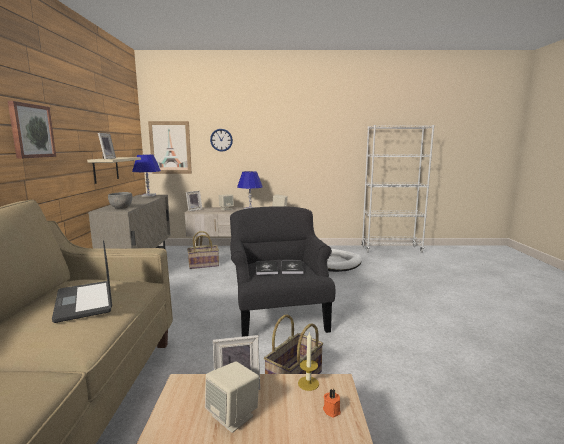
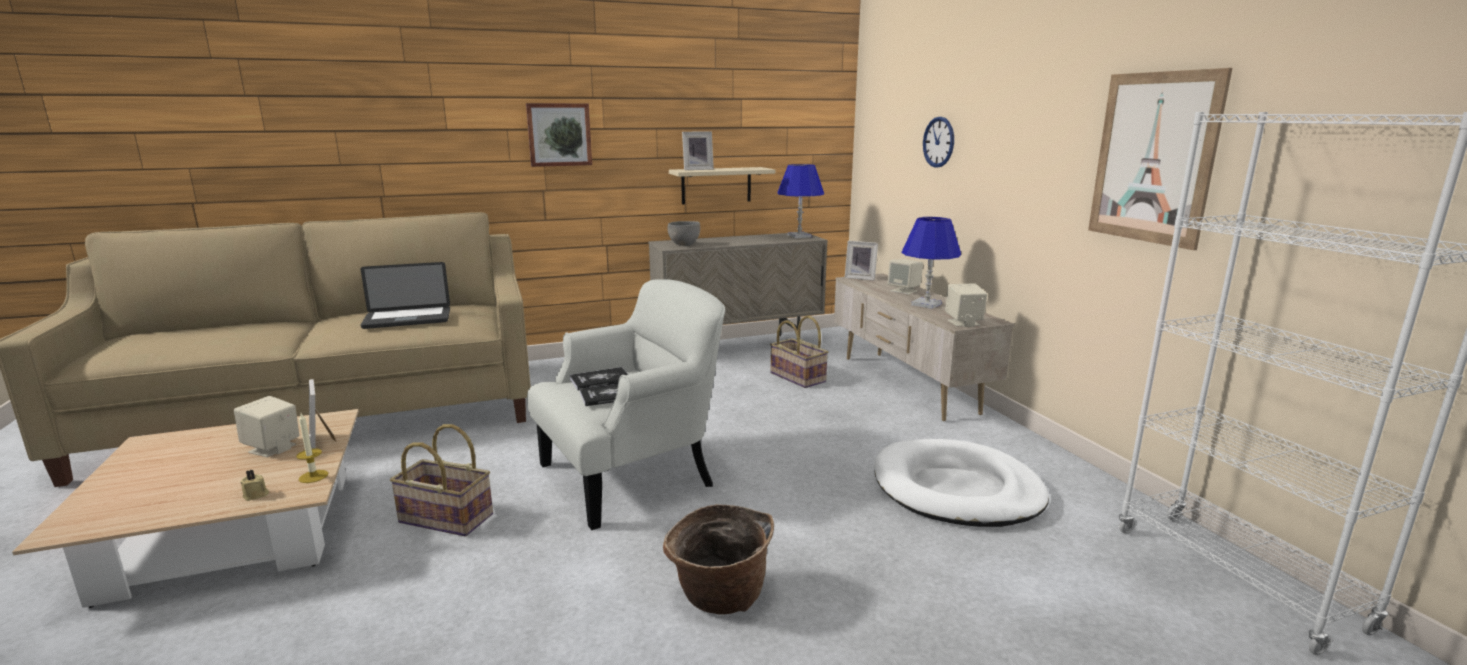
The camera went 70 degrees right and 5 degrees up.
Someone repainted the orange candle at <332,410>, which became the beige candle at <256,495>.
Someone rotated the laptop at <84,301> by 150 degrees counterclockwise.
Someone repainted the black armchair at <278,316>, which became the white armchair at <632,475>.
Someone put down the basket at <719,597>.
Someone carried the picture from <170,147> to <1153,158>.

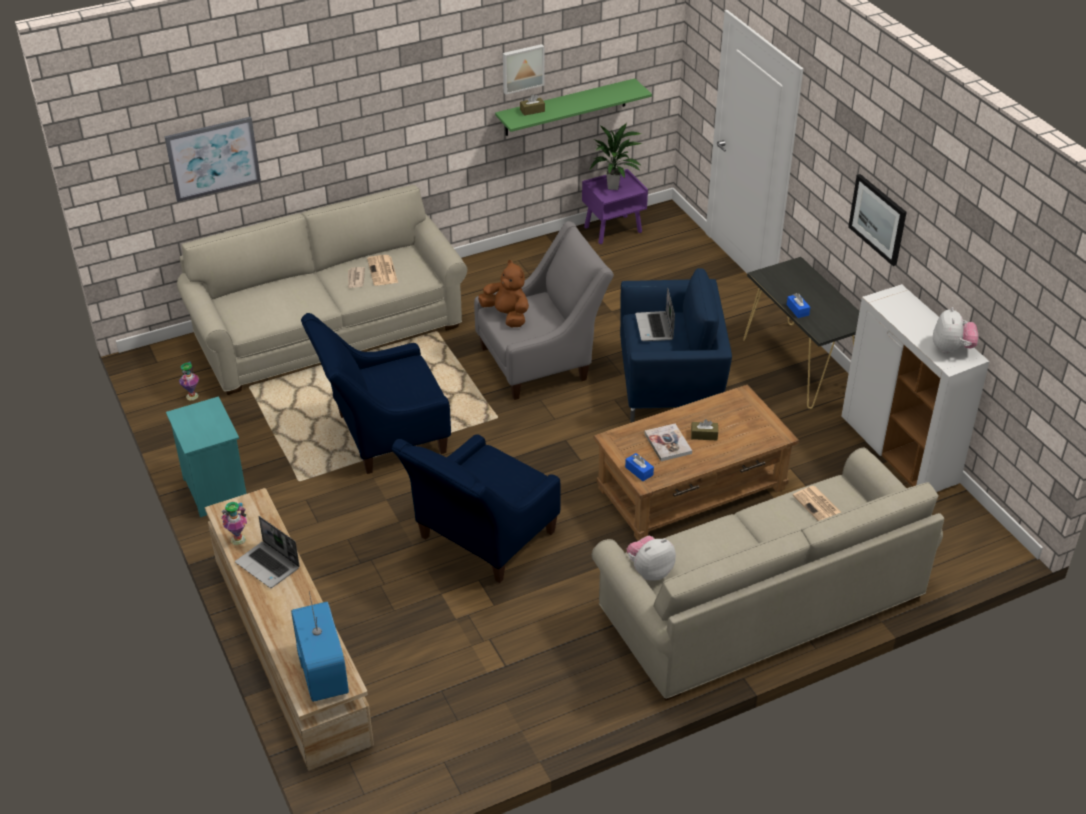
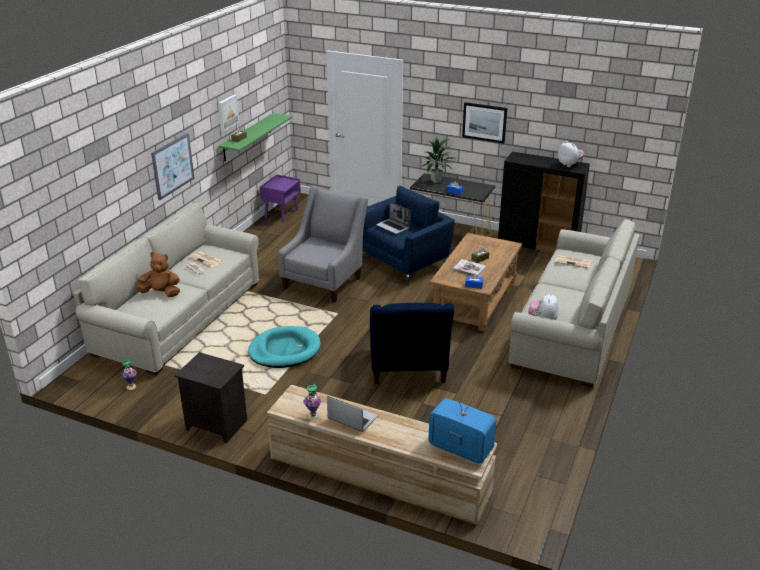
The camera went 40 degrees left and 10 degrees down.
Someone carried the brown plush toy from <507,315> to <161,293>.
Someone carried the picture from <213,158> to <172,166>.
Someone repainted the turquoise nightstand at <213,490>, which became the black nightstand at <215,425>.
Someone swapped the blue armchair at <382,436> for the turquoise dog bed at <284,350>.
Someone rotated the laptop at <268,565> by 150 degrees counterclockwise.
Someone carried the potted plant from <614,187> to <436,181>.
Someone repainted the white cabinet at <899,451>, which became the black cabinet at <538,245>.

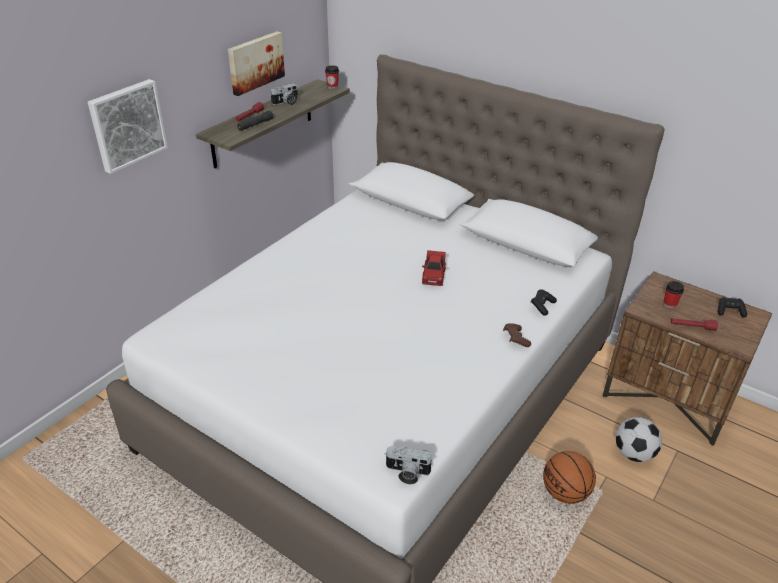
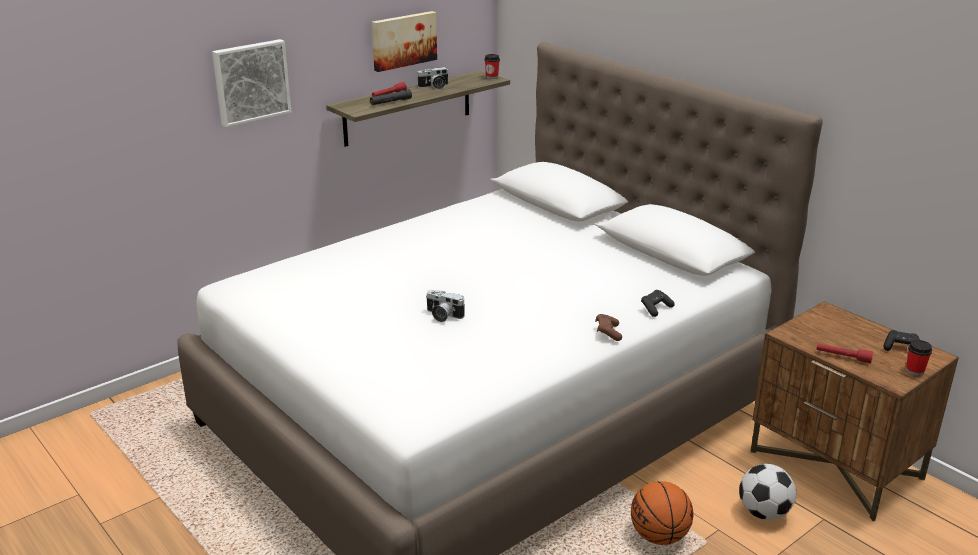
The camera went 15 degrees right and 10 degrees down.
Someone carried the photo camera from <407,473> to <442,316>.
Someone carried the cup from <669,304> to <914,371>.
Someone took away the red toy car at <433,275>.

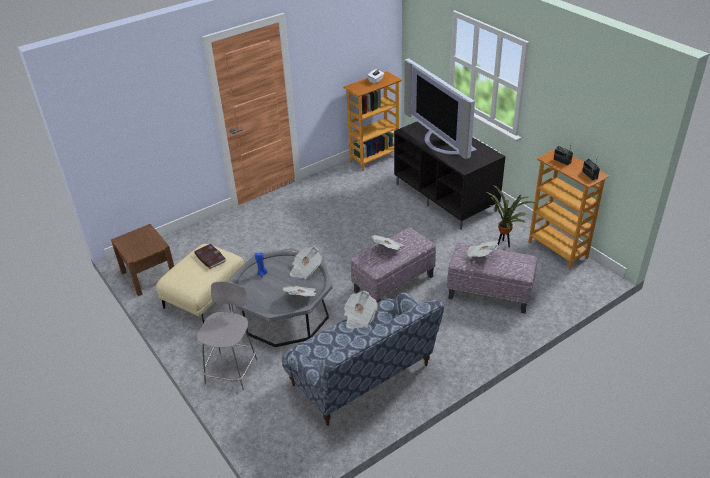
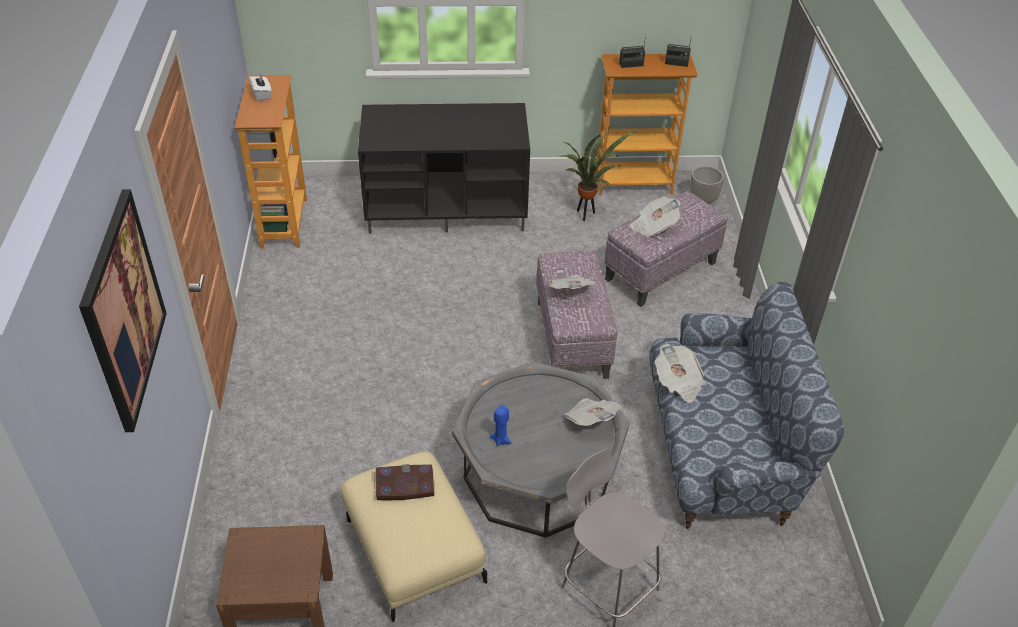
The camera went 60 degrees left and 5 degrees up.
Someone put up the picture at <123,310>.
Someone put down the planter at <703,200>.
Someone took away the newspaper at <305,270>.
Someone took away the television at <444,142>.

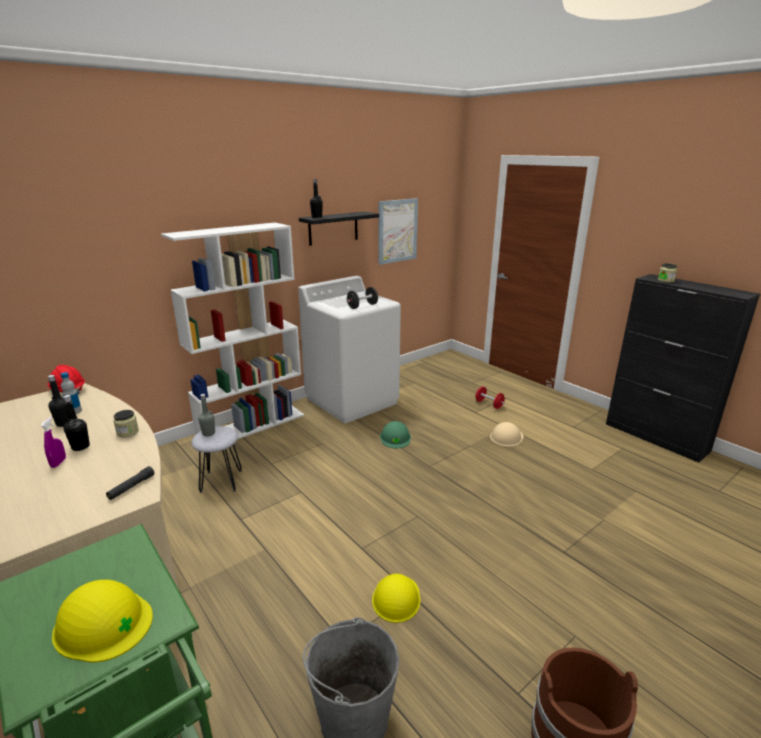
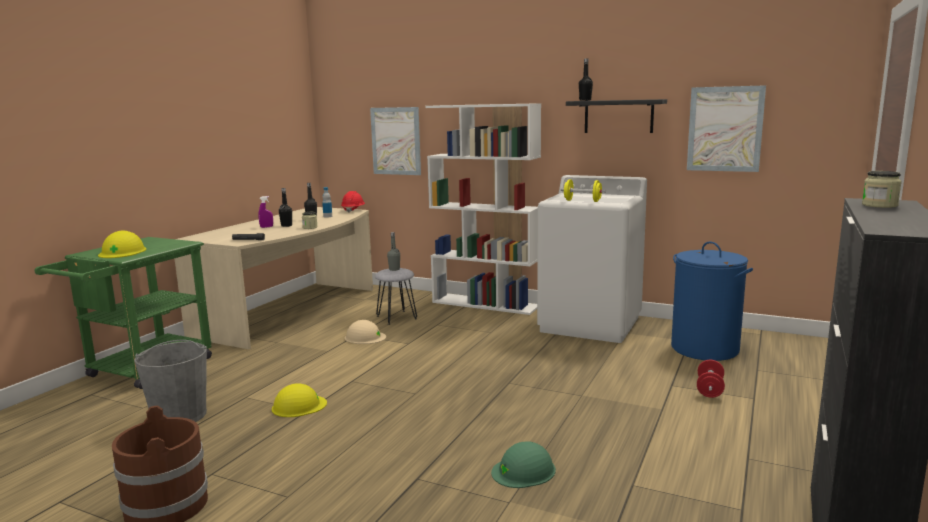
The camera went 65 degrees right and 10 degrees down.
Someone carried the beige hard hat from <506,437> to <365,337>.
Someone put up the picture at <396,141>.
Someone carried the green hard hat from <395,437> to <524,471>.
Someone repainted the black dumbbell at <362,306>, which became the yellow dumbbell at <582,201>.
Someone put down the blue laundry basket at <705,348>.

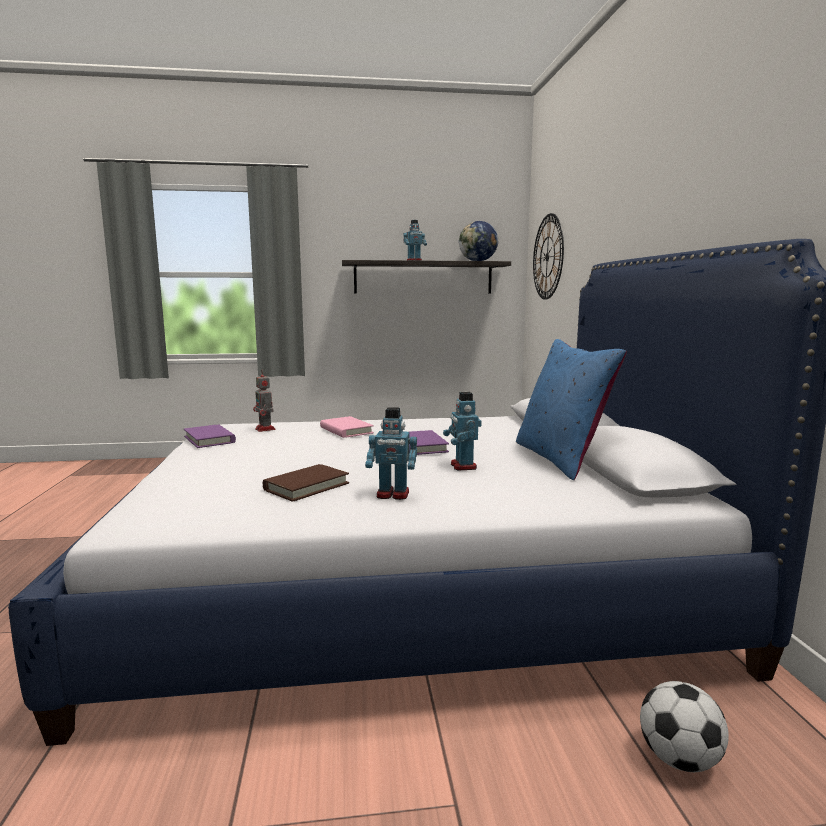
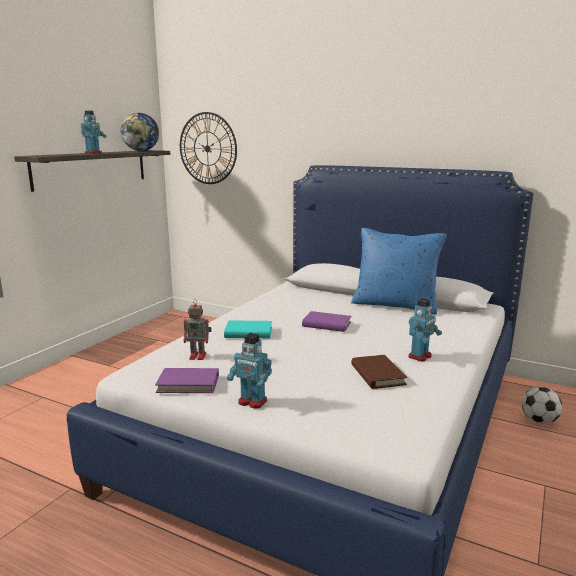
The camera went 55 degrees left and 5 degrees up.
Someone repainted the pink book at <346,430>, which became the turquoise book at <248,333>.
Someone carried the toy robot from <462,466> to <252,402>.

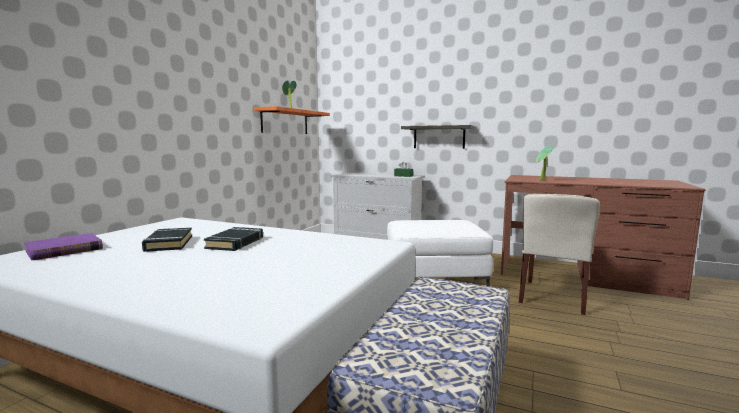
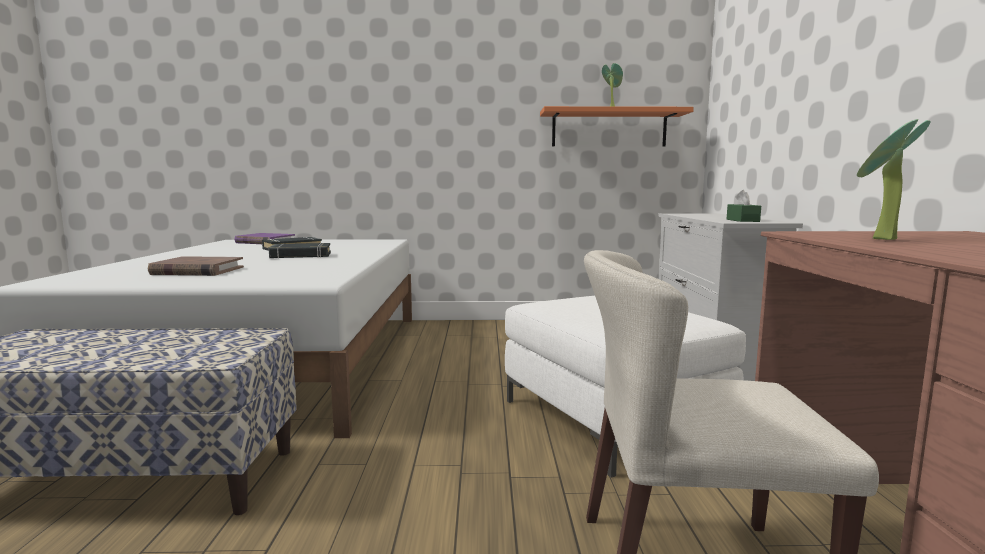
The camera went 65 degrees right and 0 degrees up.
Someone put down the brown book at <197,271>.
Someone took away the shelf at <439,137>.

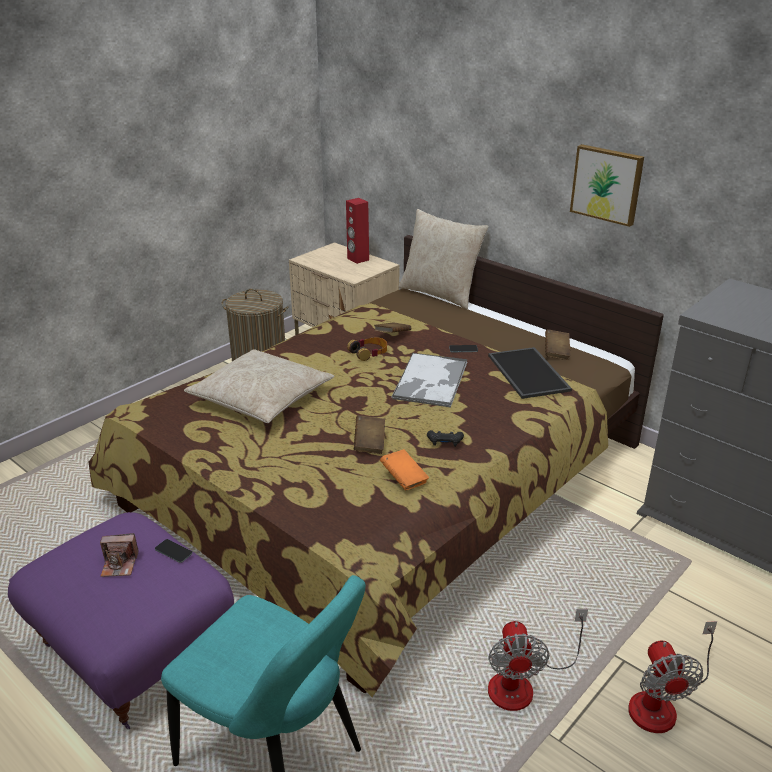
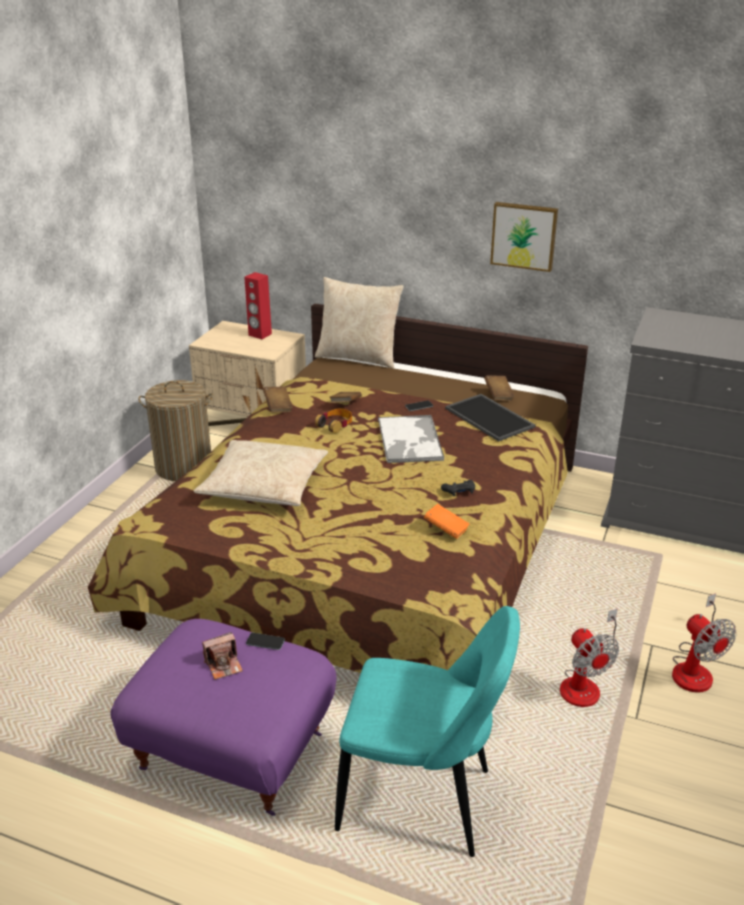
The camera went 20 degrees left and 0 degrees up.
Someone carried the brown book from <369,443> to <278,407>.

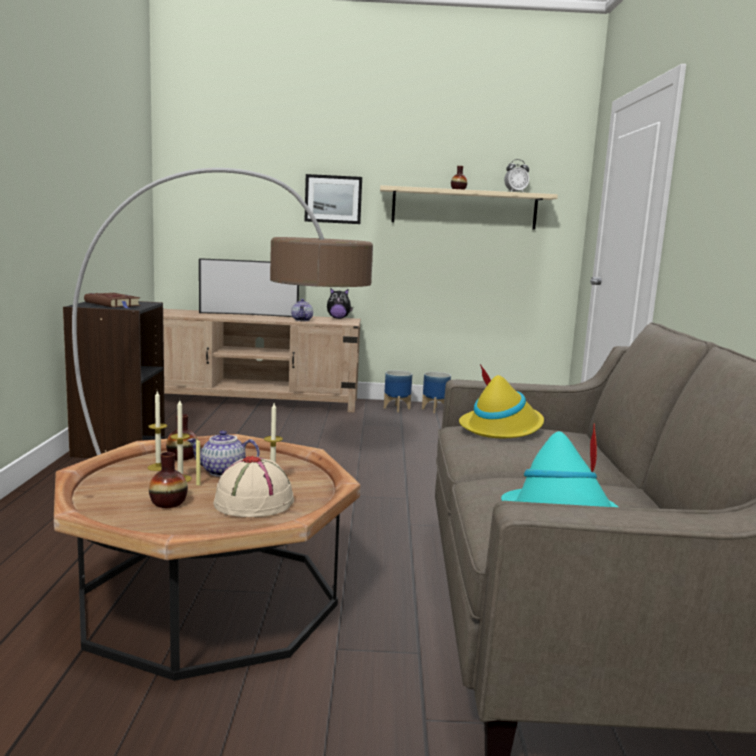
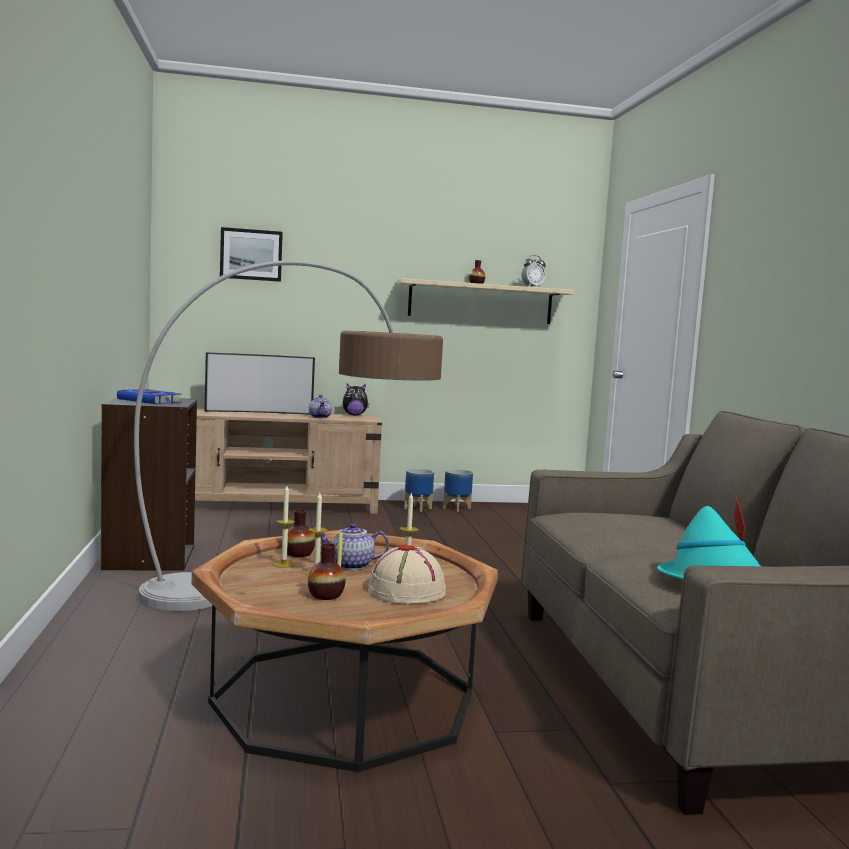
The camera went 10 degrees left and 5 degrees down.
Someone repainted the brown book at <113,304>, which became the blue book at <151,401>.
Someone carried the picture from <333,199> to <251,254>.
Someone took away the yellow hat at <501,428>.

